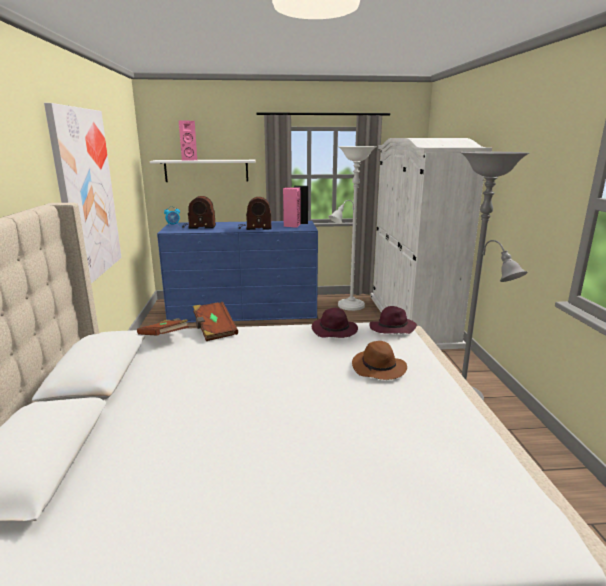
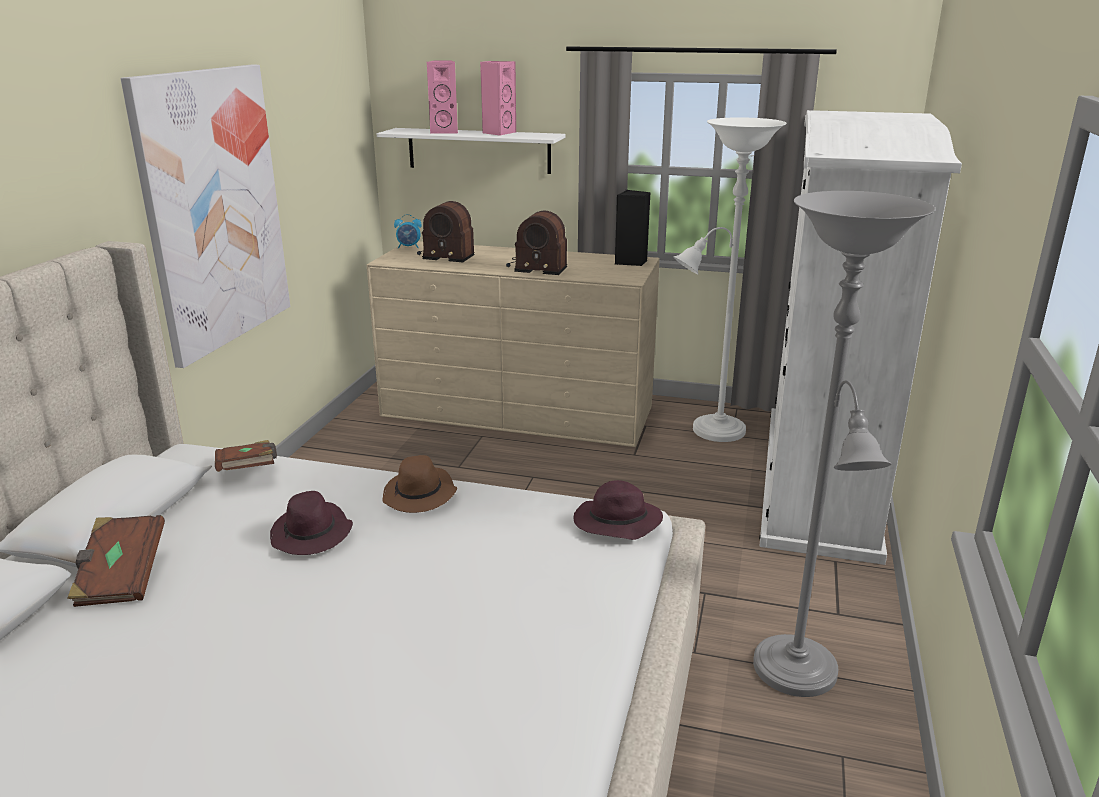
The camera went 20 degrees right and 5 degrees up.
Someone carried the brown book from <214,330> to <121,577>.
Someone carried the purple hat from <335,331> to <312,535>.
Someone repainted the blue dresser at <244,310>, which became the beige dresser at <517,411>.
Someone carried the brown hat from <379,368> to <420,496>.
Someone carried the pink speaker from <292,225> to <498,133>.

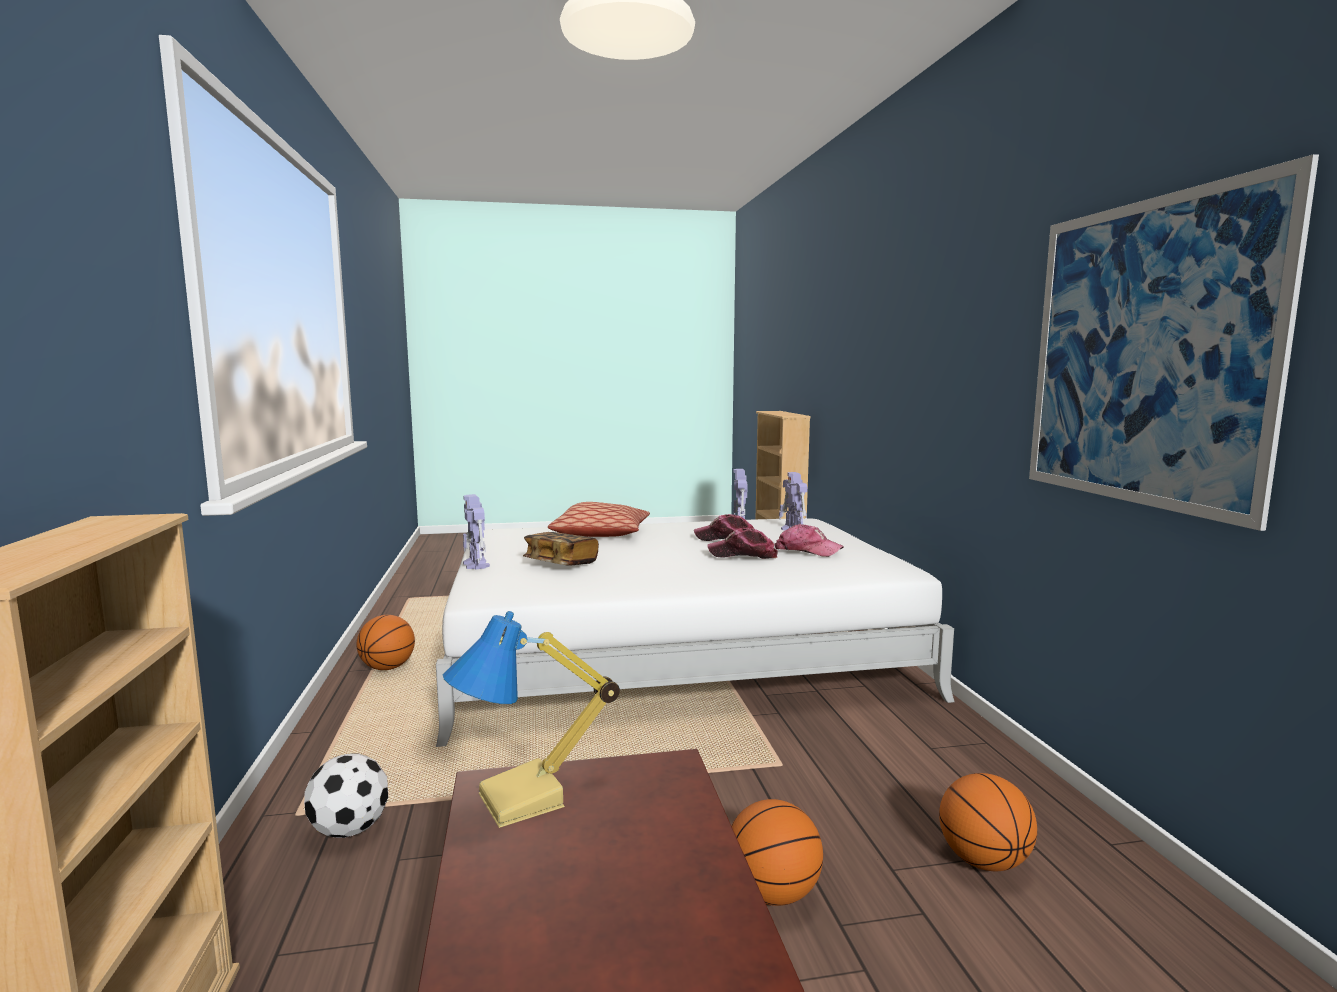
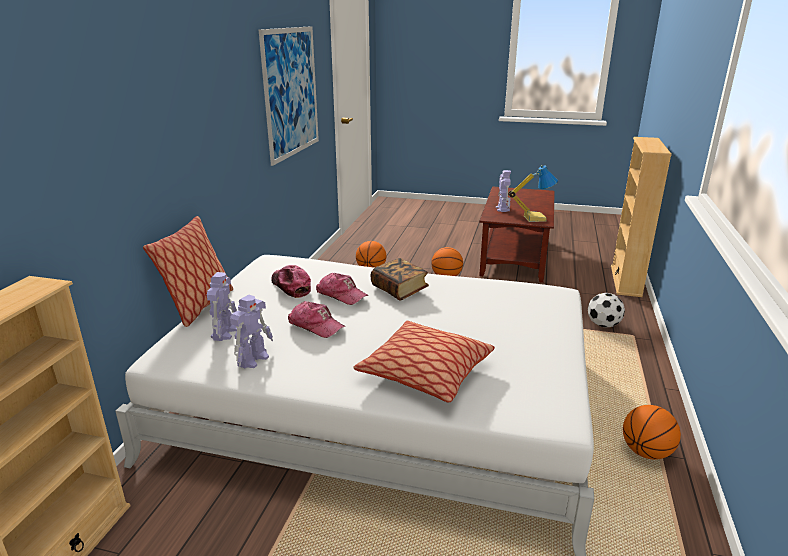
The camera went 155 degrees left and 15 degrees up.
Someone put down the pillow at <199,306>.
Someone carried the book from <561,563> to <399,289>.
Someone carried the toy robot from <476,565> to <502,209>.

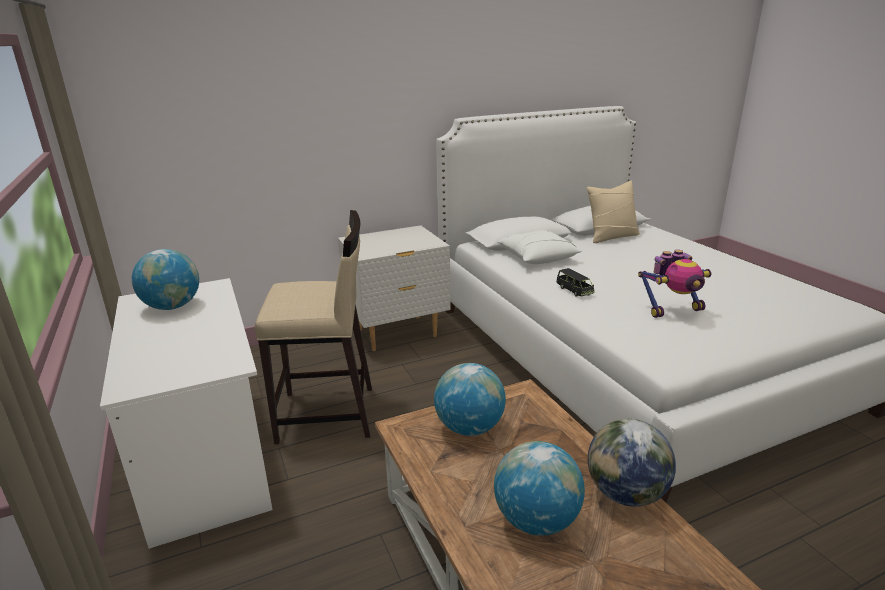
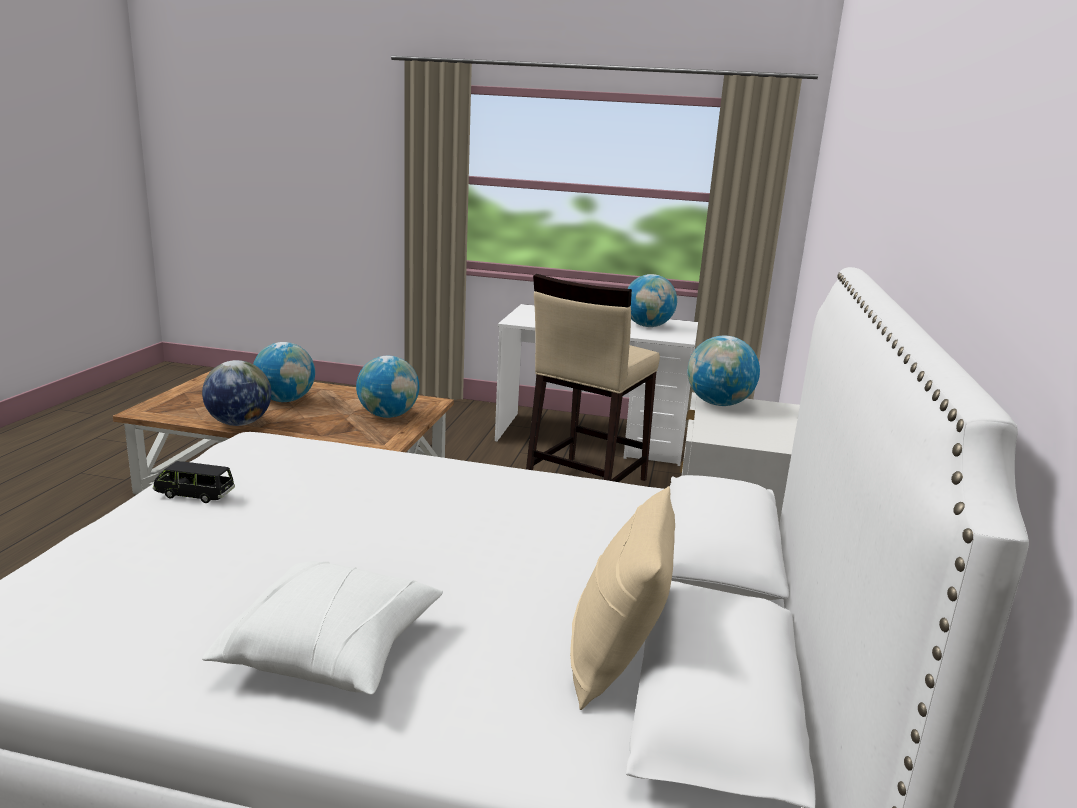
The camera went 125 degrees right and 5 degrees down.
Someone carried the black toy car from <574,291> to <195,495>.
Someone carried the white pillow from <537,257> to <332,650>.
Someone put down the globe at <718,404>.
Someone took away the toy robot at <672,310>.

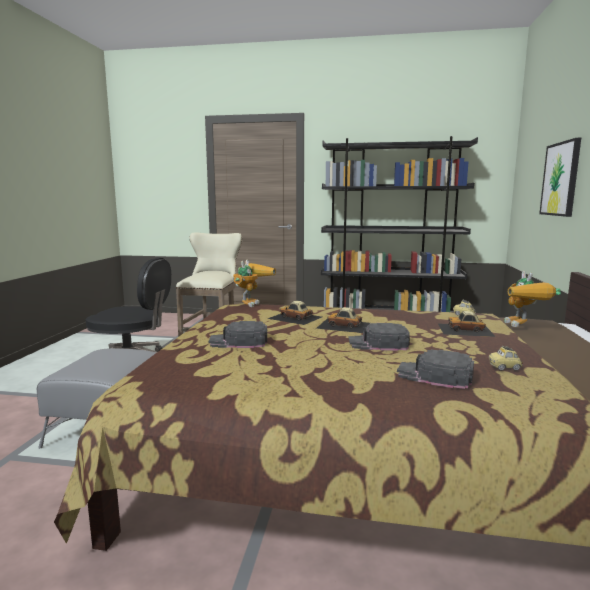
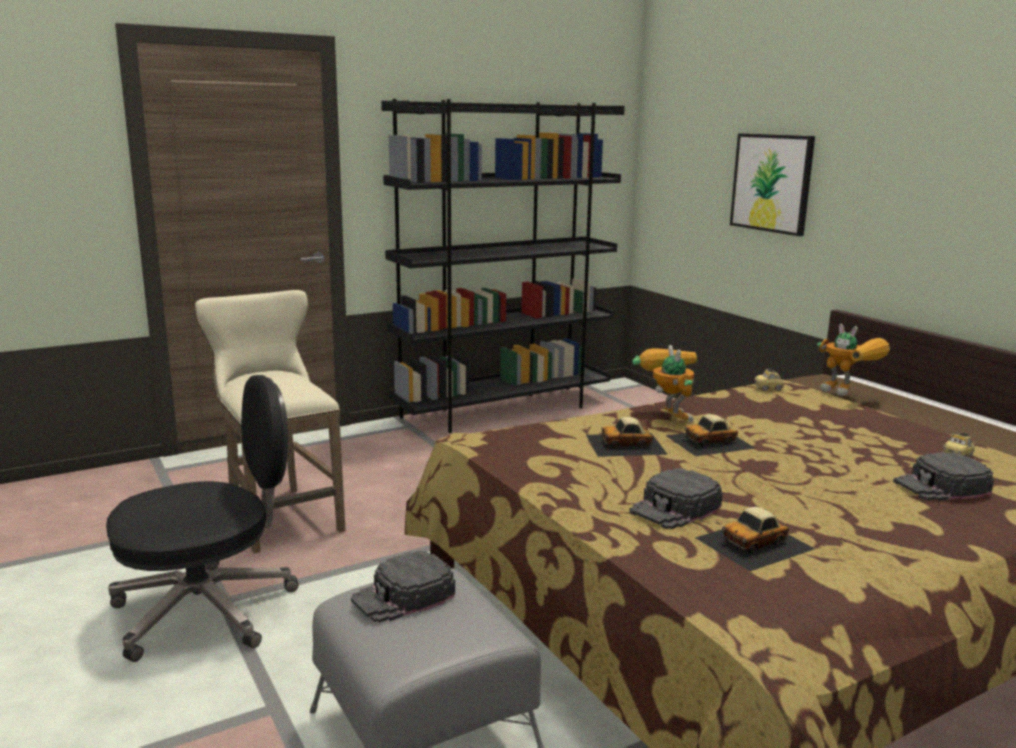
The camera went 40 degrees left and 5 degrees up.
Someone carried the black cap from <378,343> to <403,596>.
Someone carried the toy robot from <251,303> to <666,414>.
Someone carried the toy car from <465,329> to <755,543>.

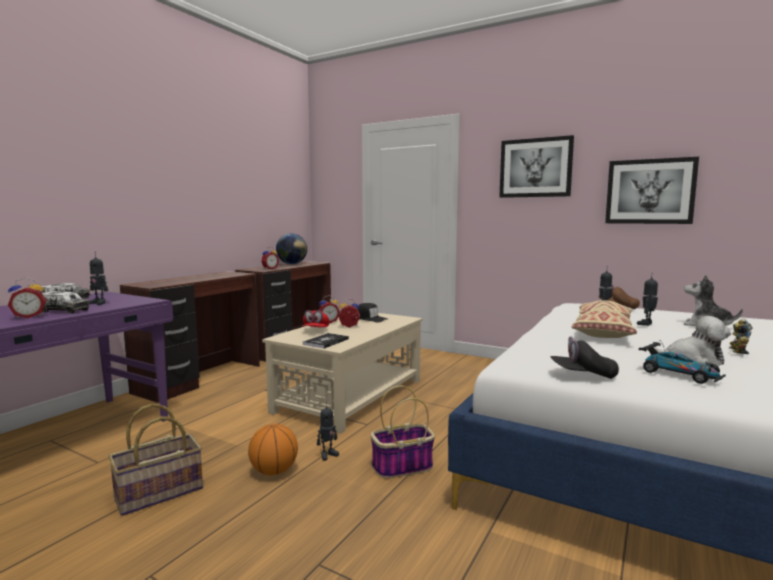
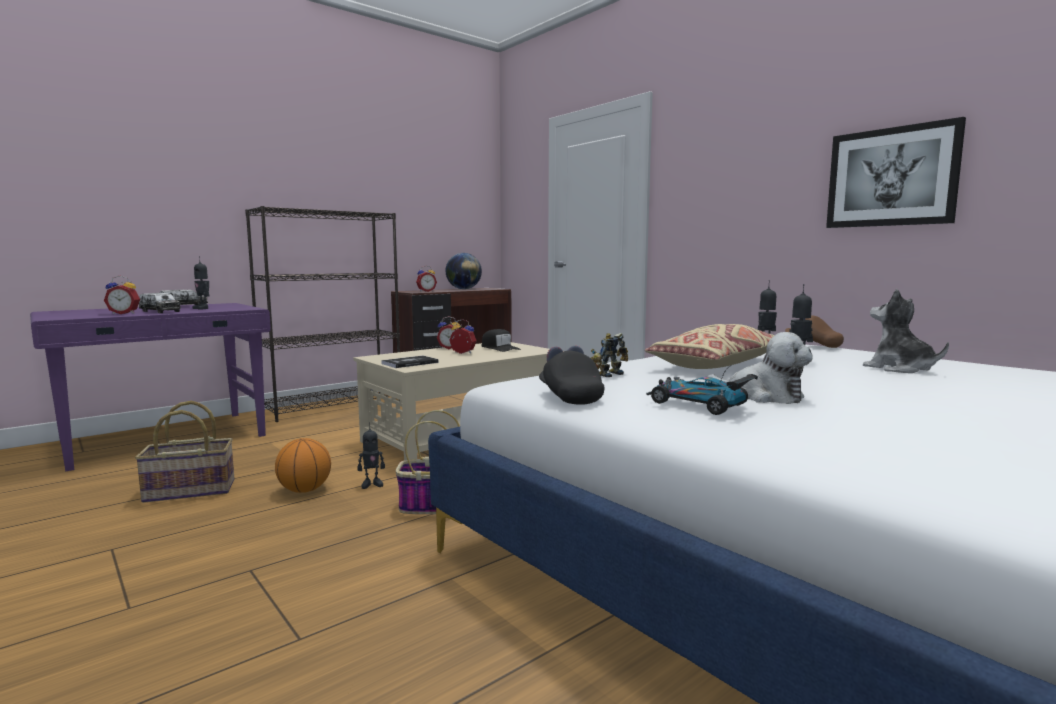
The camera went 20 degrees right and 0 degrees up.
Someone swapped the brown desk at <201,379> for the black bookcase at <334,406>.
Someone rotated the black cap at <583,375> by 45 degrees clockwise.
Someone carried the toy robot from <736,351> to <607,374>.
Someone rotated the toy car at <679,373> by 150 degrees clockwise.
Someone took away the red cap at <316,330>.
Someone took away the picture at <535,168>.

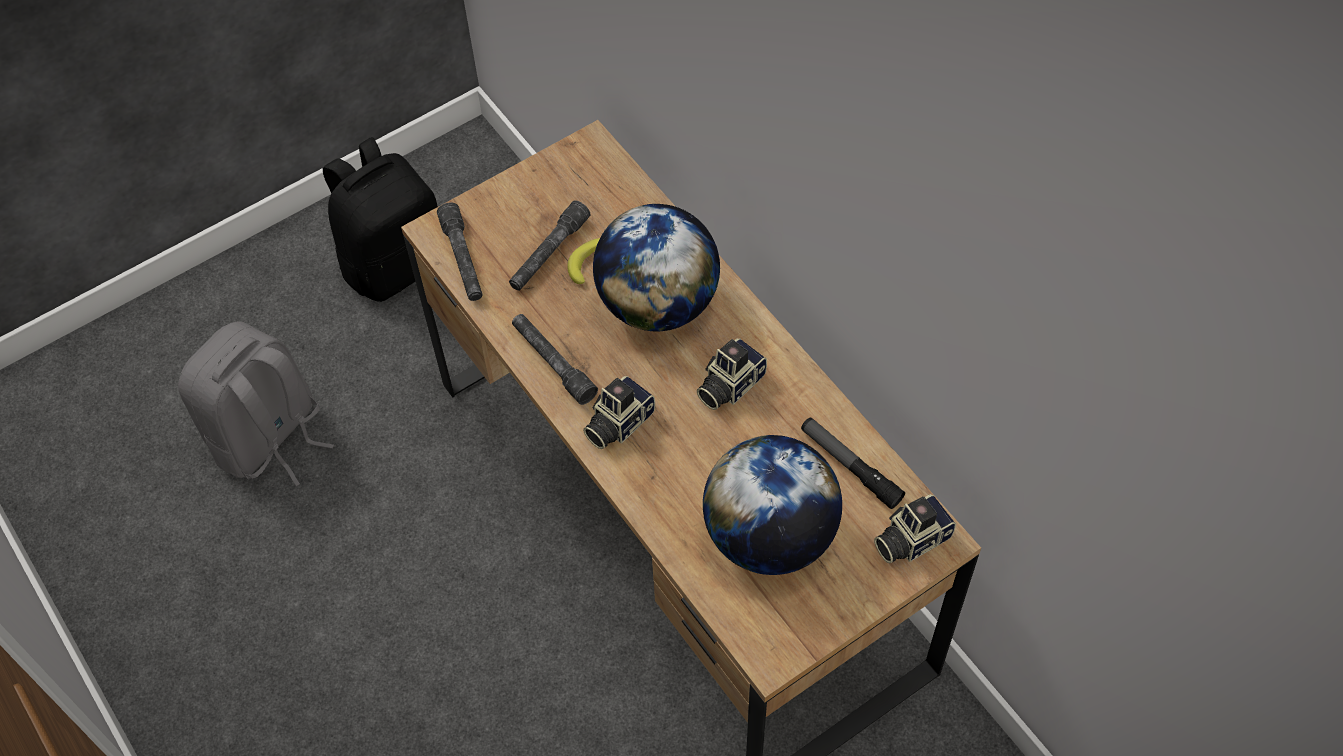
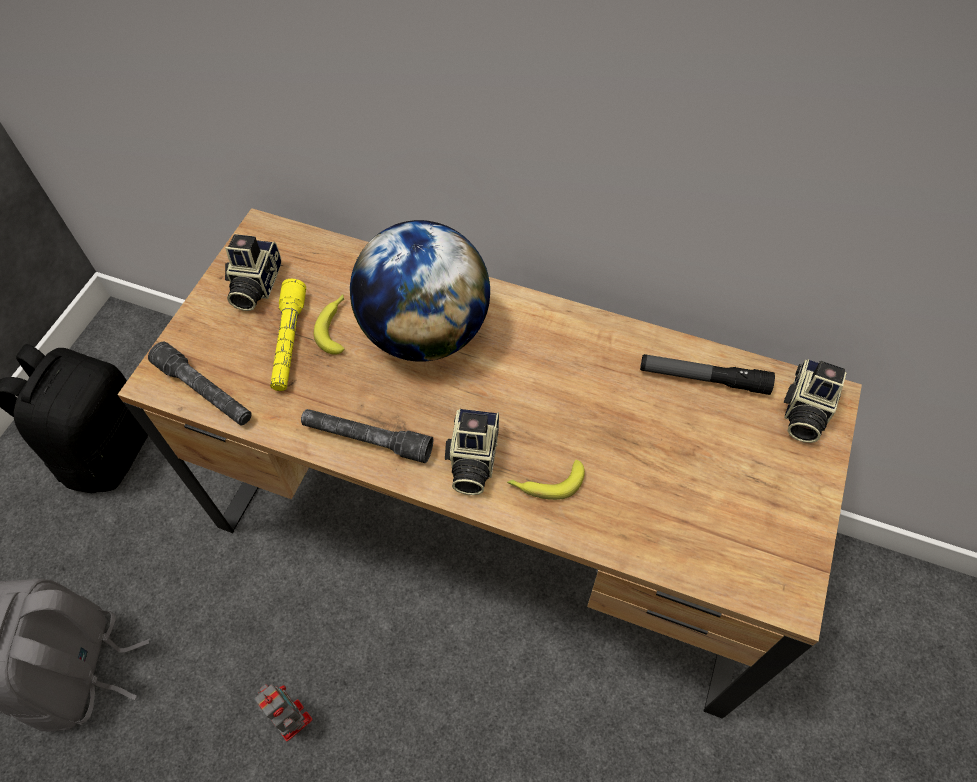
The camera went 35 degrees left and 0 degrees up.
Someone carried the photo camera from <728,384> to <254,285>.
Someone put down the toy robot at <291,718>.
Someone repainted the grey flashlight at <549,253>, which became the yellow flashlight at <289,342>.
Someone put down the banana at <545,483>.
Someone took away the globe at <770,536>.

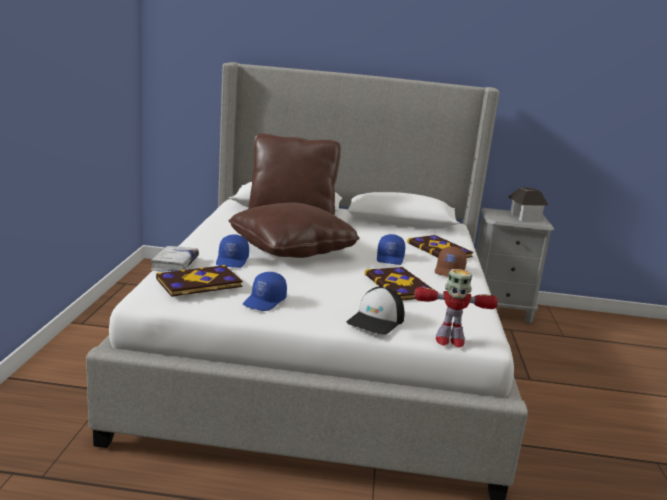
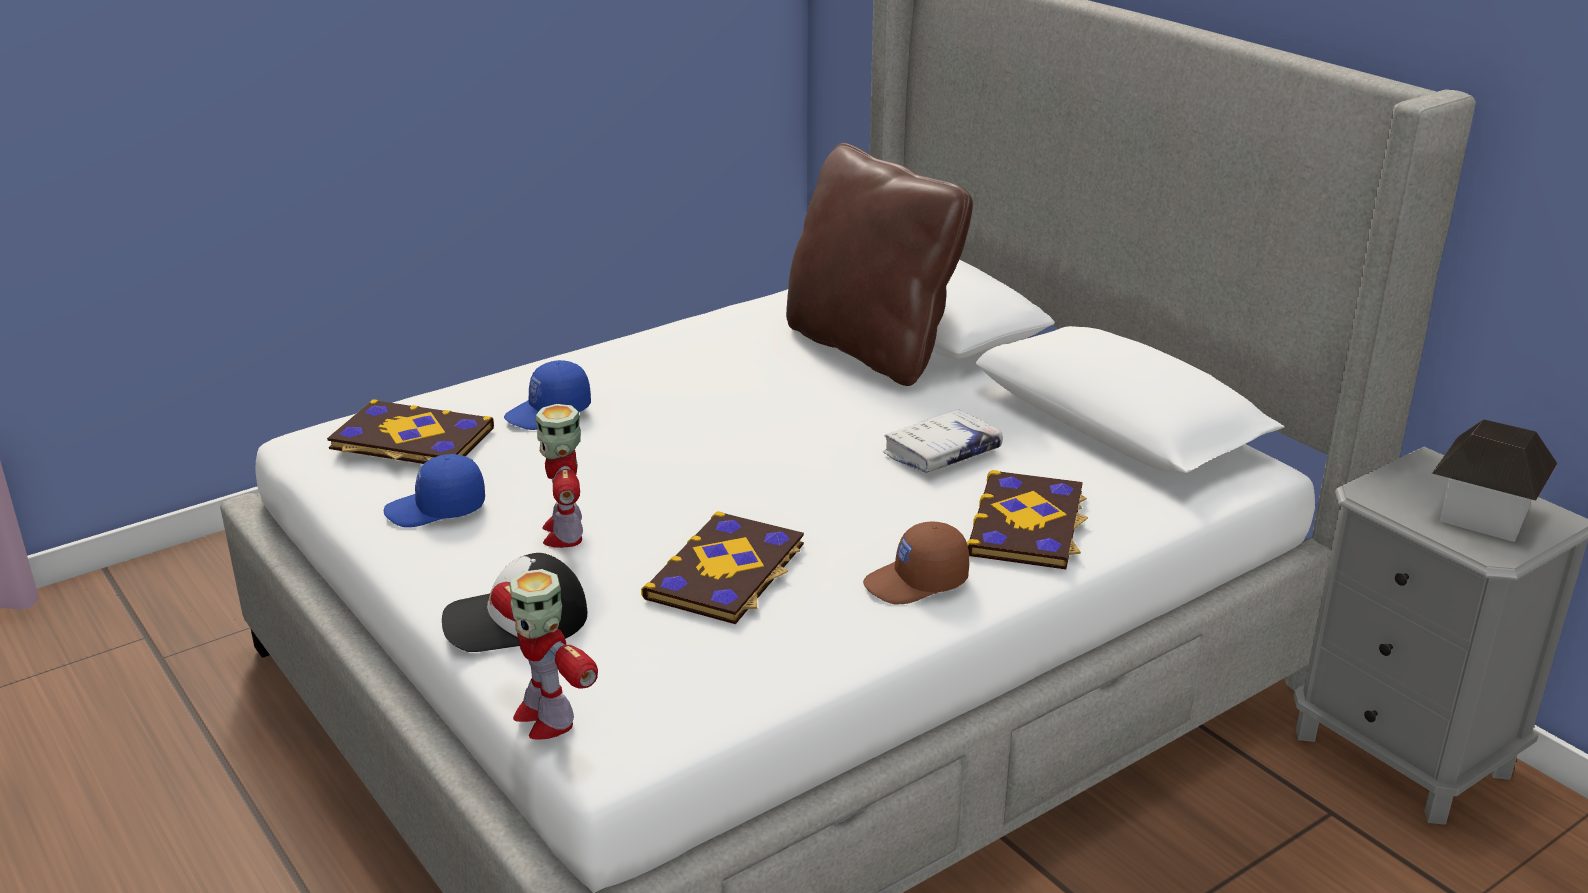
The camera went 50 degrees right and 10 degrees up.
Someone put down the toy robot at <565,532>.
Someone carried the white book from <175,264> to <942,453>.
Someone took away the brown pillow at <292,249>.
Someone took away the blue cap at <390,258>.

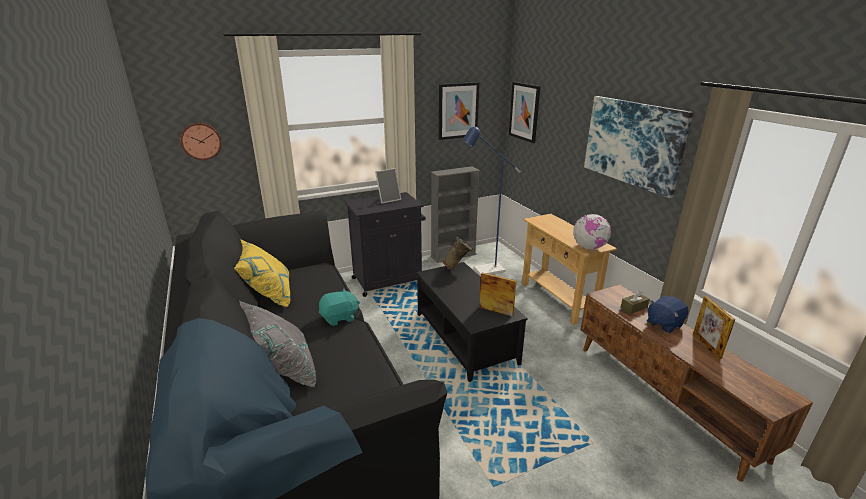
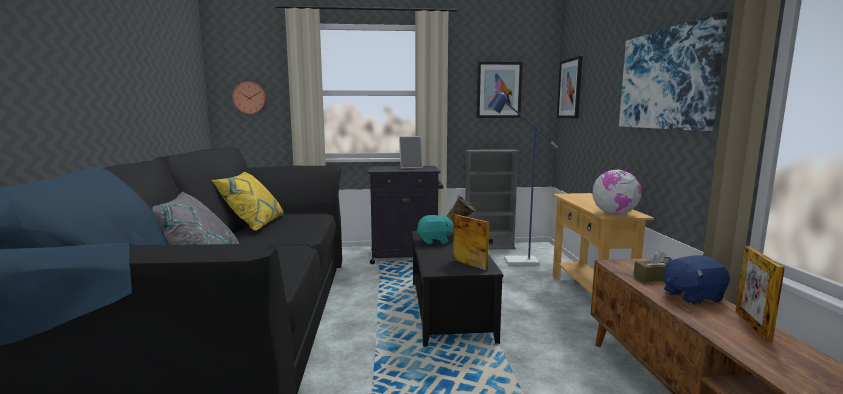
The camera went 20 degrees right and 15 degrees down.
Someone carried the turquoise plush toy from <339,318> to <435,241>.

